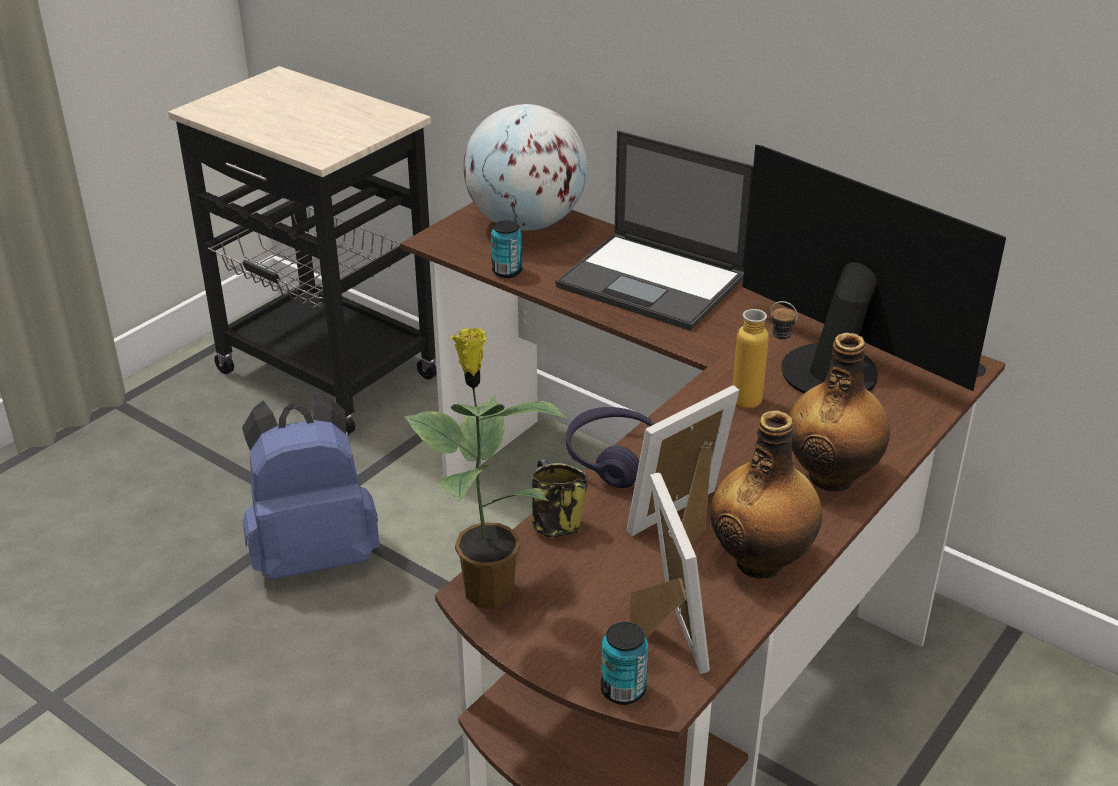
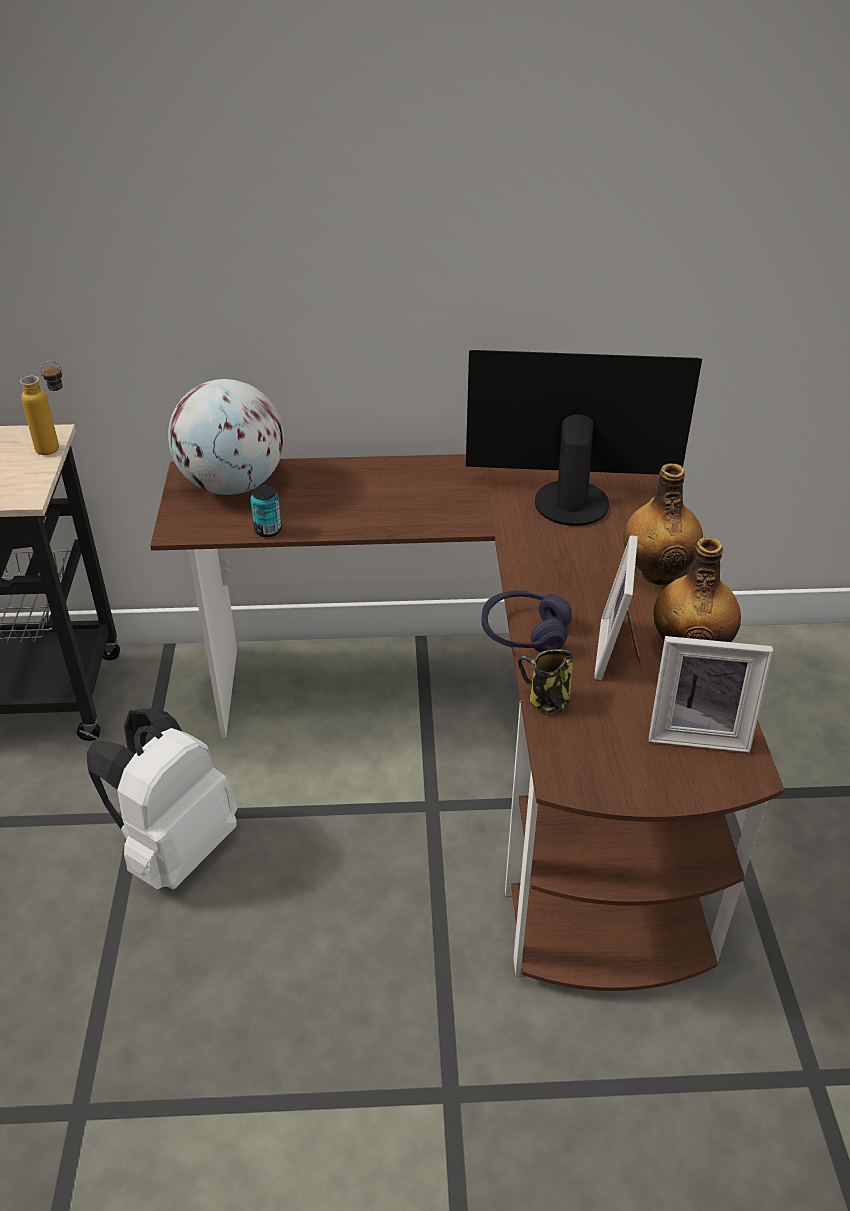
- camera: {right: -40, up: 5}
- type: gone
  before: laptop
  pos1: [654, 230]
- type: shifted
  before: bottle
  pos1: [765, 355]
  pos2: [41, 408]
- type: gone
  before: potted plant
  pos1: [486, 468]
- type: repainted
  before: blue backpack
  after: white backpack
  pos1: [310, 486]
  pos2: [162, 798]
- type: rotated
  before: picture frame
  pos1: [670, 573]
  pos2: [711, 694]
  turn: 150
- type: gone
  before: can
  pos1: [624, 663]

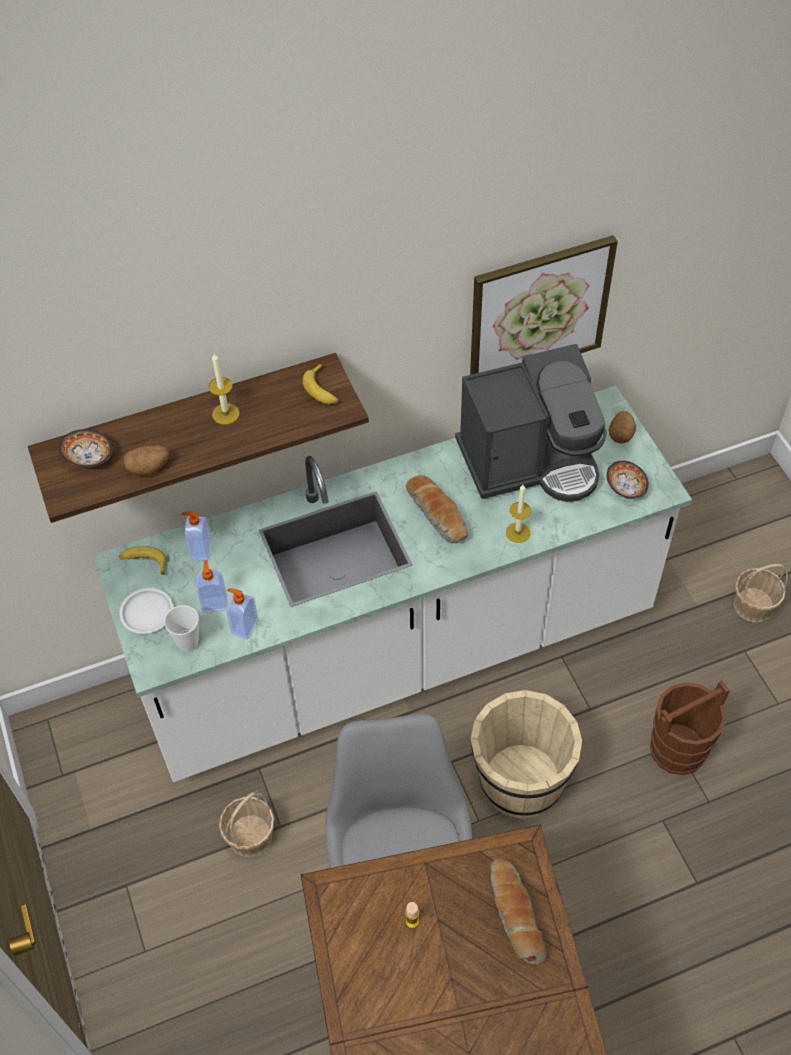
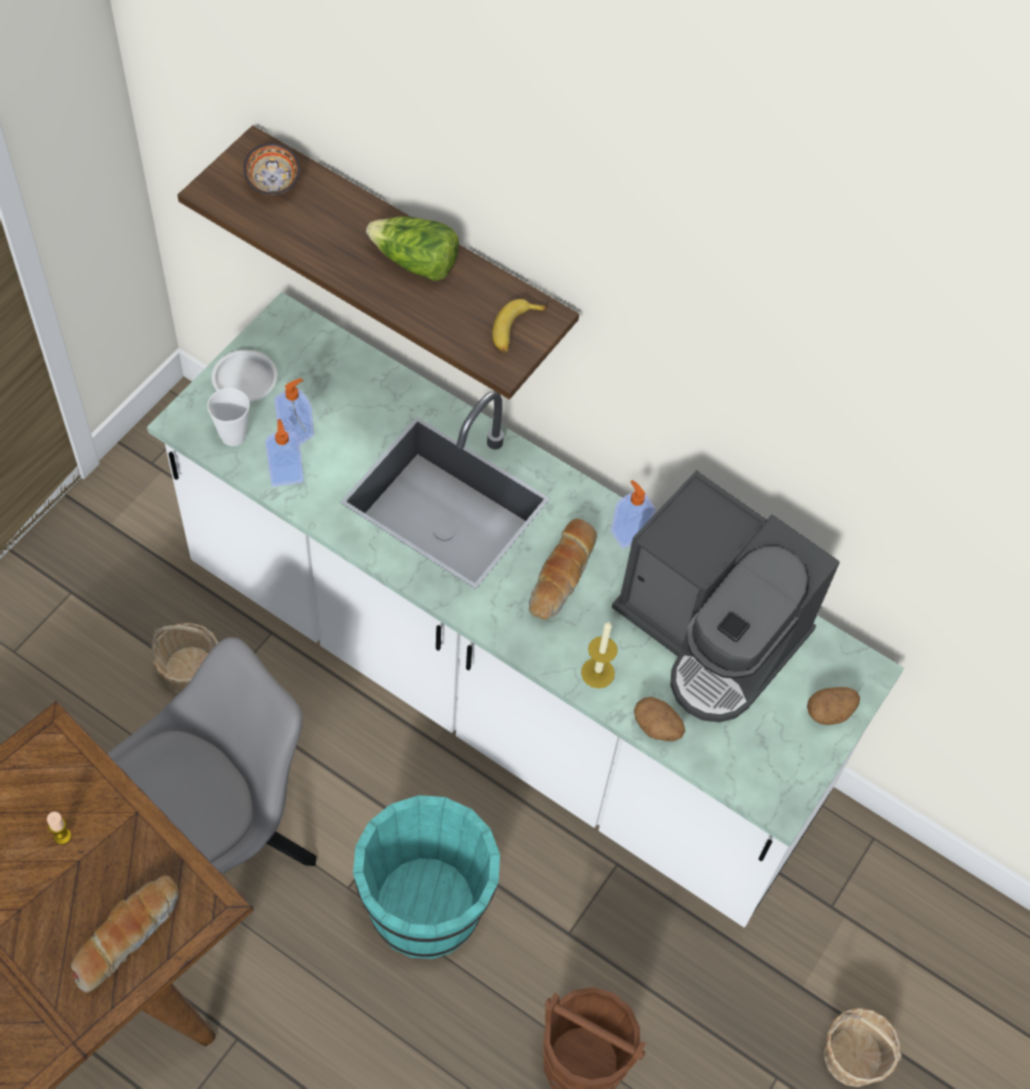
- camera: {right: 50, up: 5}
- type: gone
  before: picture
  pos1: [544, 305]
- type: swapped
  before: candle
  after: lettuce
  pos1: [224, 389]
  pos2: [412, 248]
- type: shifted
  before: potato
  pos1: [146, 460]
  pos2: [659, 719]
- type: gone
  before: bowl
  pos1: [628, 480]
- type: shifted
  before: soap dispenser
  pos1: [197, 536]
  pos2: [633, 514]
- type: gone
  before: banana
  pos1: [143, 560]
- type: repainted
  before: beige bucket
  after: turquoise bucket
  pos1: [526, 754]
  pos2: [426, 877]

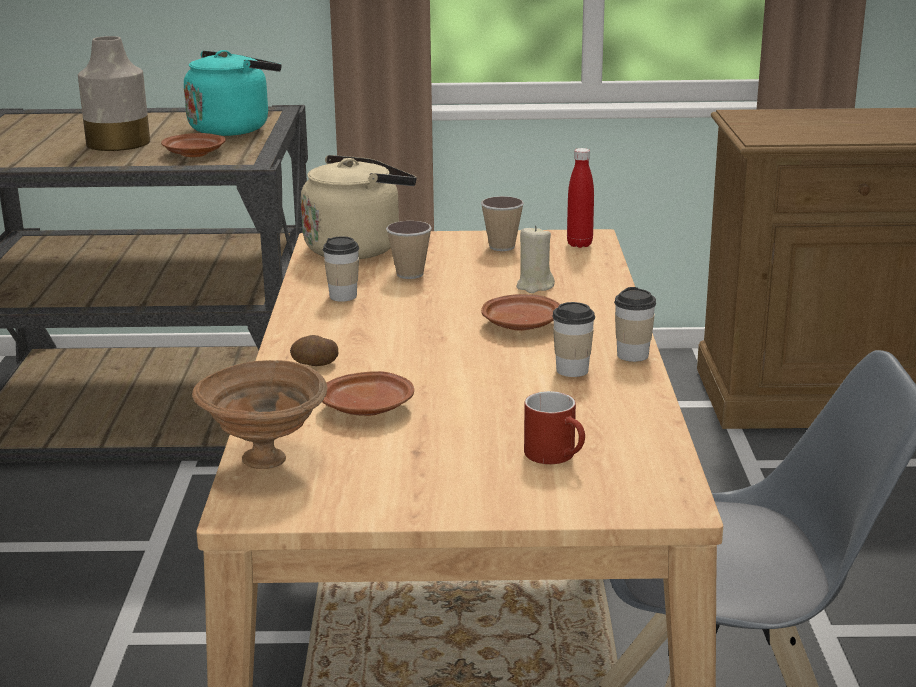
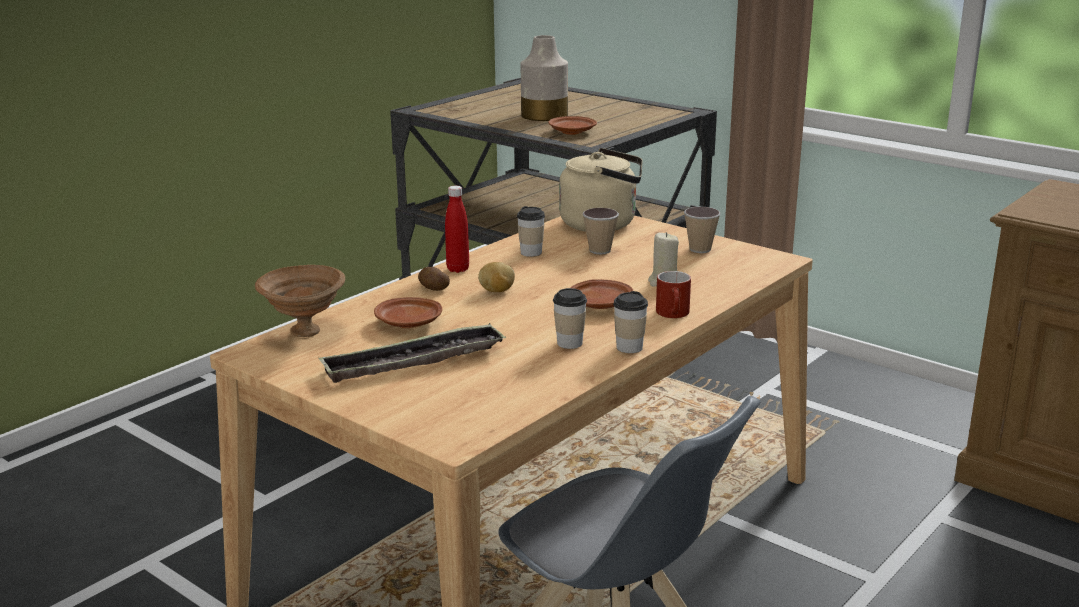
- camera: {right: 40, up: 0}
- type: gone
  before: turquoise kettle
  pos1: [232, 93]
- type: shifted
  before: red bottle
  pos1: [580, 198]
  pos2: [457, 229]
- type: shifted
  before: red mug
  pos1: [554, 427]
  pos2: [673, 294]
- type: new
  after: potato
  pos2: [496, 277]
- type: new
  after: tray
  pos2: [412, 353]

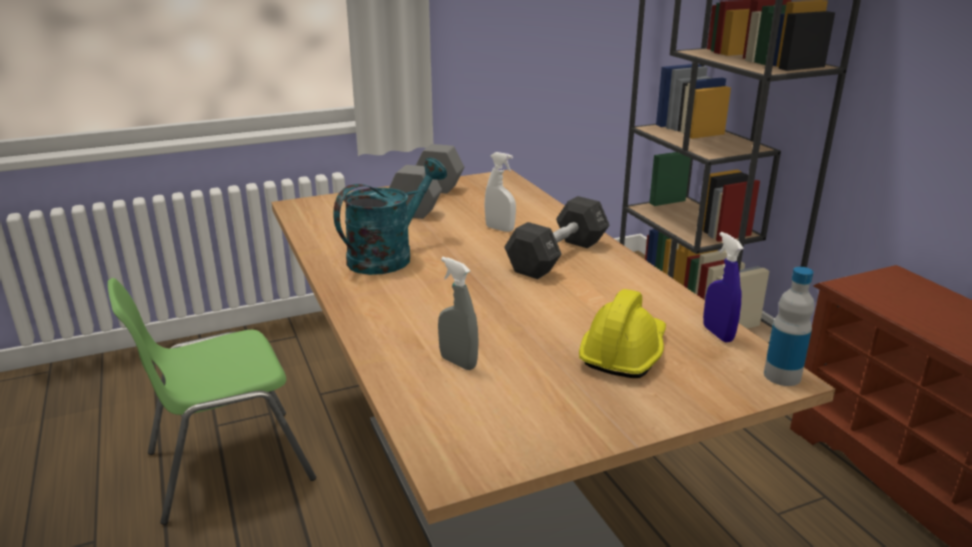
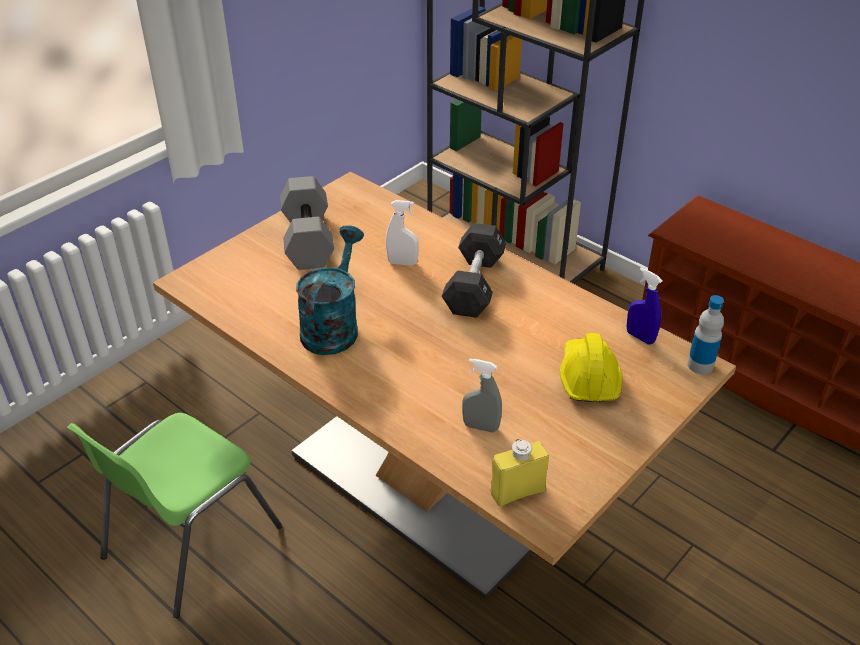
- camera: {right: -25, up: 15}
- type: new
  after: yellow bottle
  pos2: [520, 472]

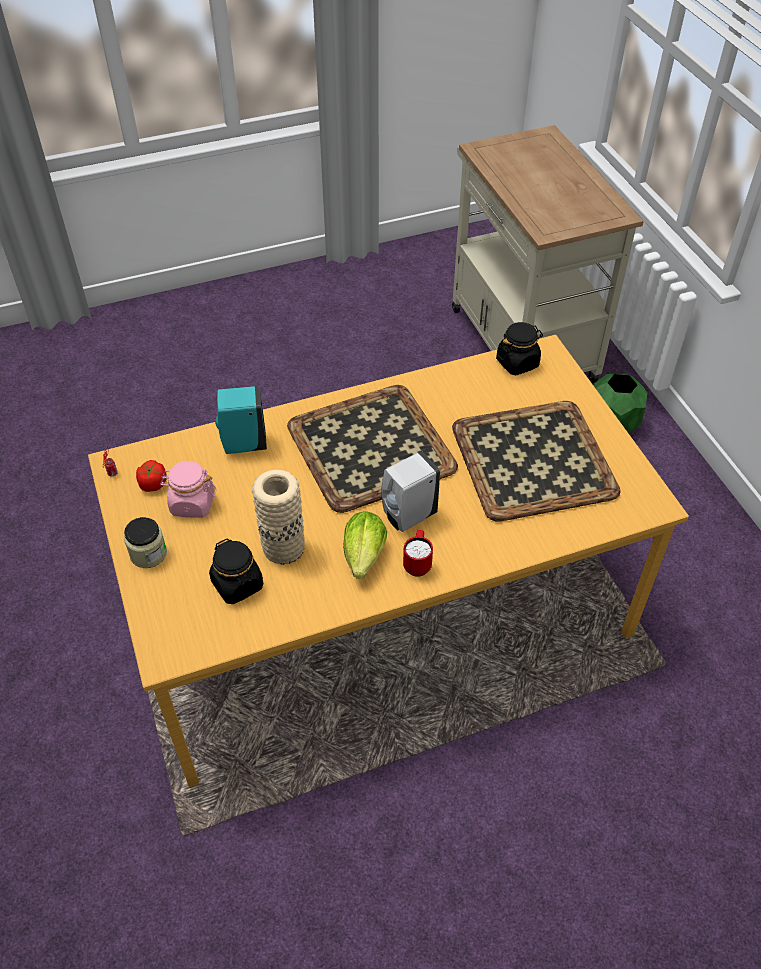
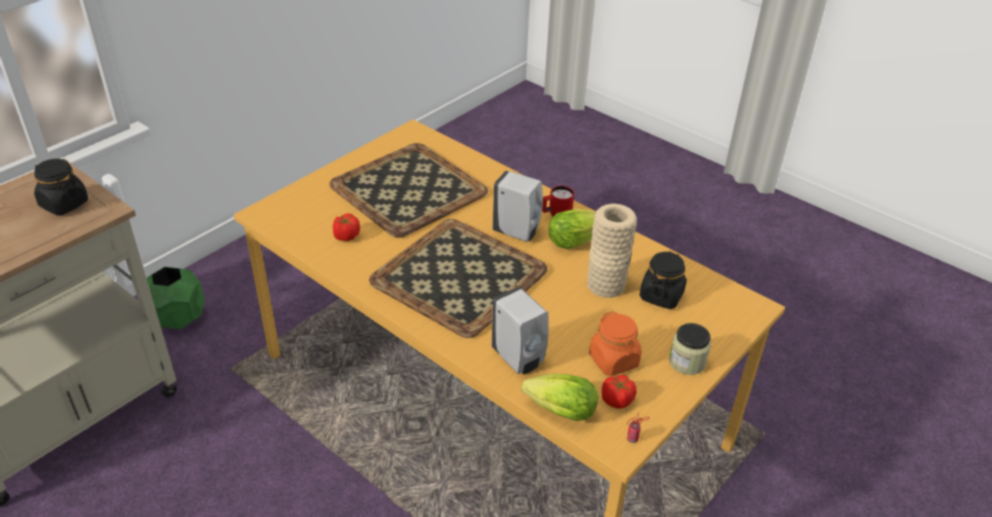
- camera: {right: -120, up: -10}
- type: shifted
  before: black jar
  pos1: [519, 348]
  pos2: [61, 187]
- type: repainted
  before: turquoise soap dispenser
  after: white soap dispenser
  pos1: [241, 420]
  pos2: [520, 330]
- type: repainted
  before: pink jar
  after: orange jar
  pos1: [188, 489]
  pos2: [615, 343]
- type: new
  after: tomato
  pos2: [346, 227]
- type: new
  after: lettuce
  pos2: [560, 397]

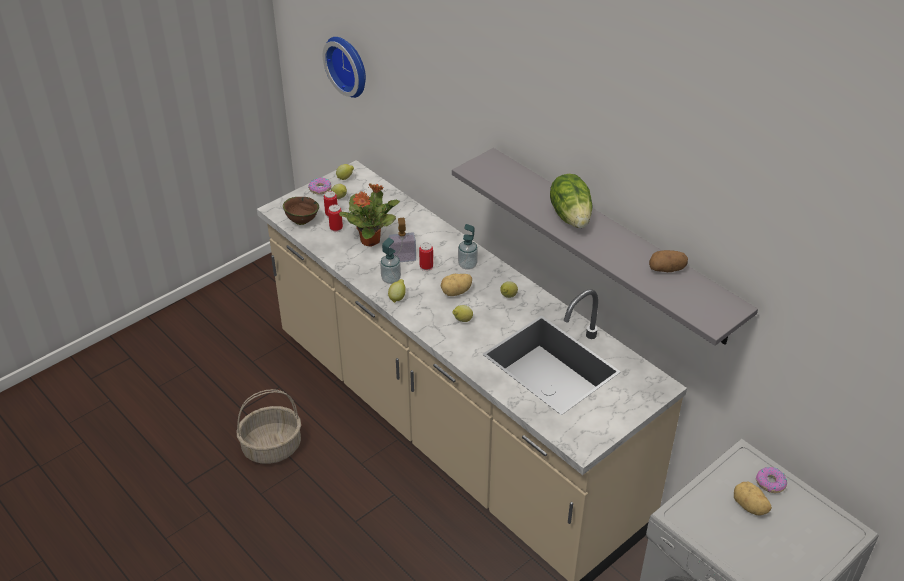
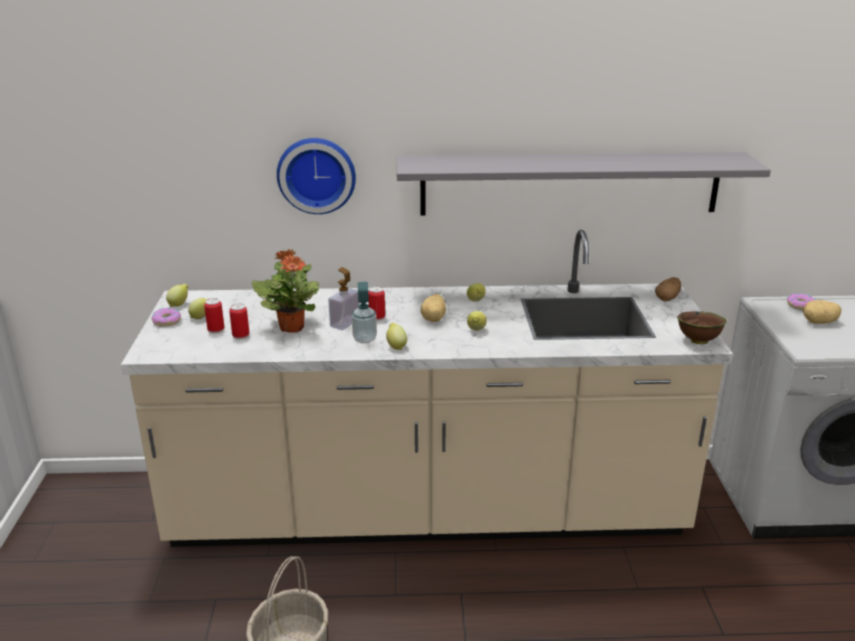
- camera: {right: -50, up: -15}
- type: shifted
  before: wall clock
  pos1: [344, 67]
  pos2: [316, 176]
- type: gone
  before: lettuce
  pos1: [571, 201]
- type: shifted
  before: brown bowl
  pos1: [301, 211]
  pos2: [702, 327]
- type: gone
  before: soap dispenser
  pos1: [468, 247]
- type: shifted
  before: potato
  pos1: [668, 261]
  pos2: [668, 289]

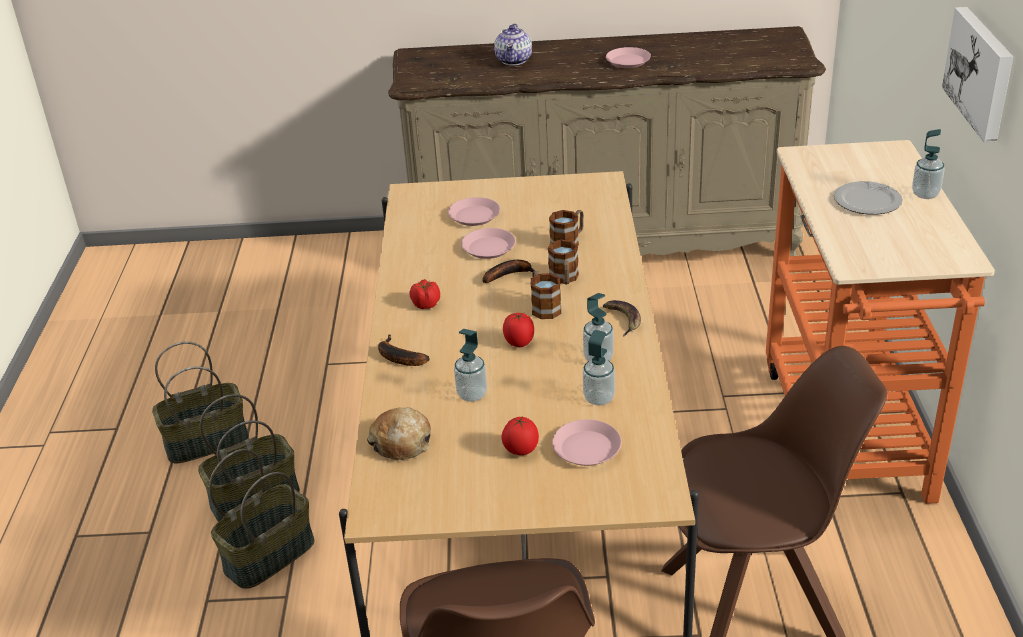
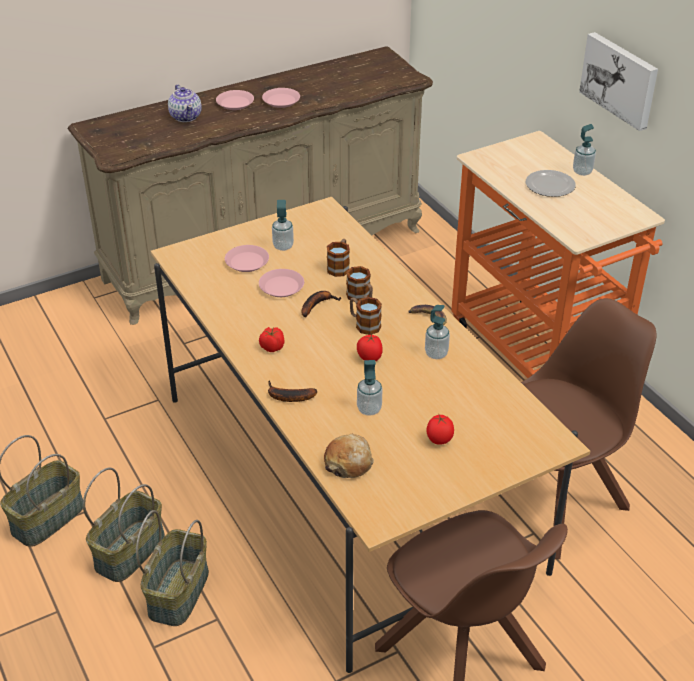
- camera: {right: -30, up: 5}
- type: shifted
  before: soap dispenser
  pos1: [599, 368]
  pos2: [283, 225]
- type: shifted
  before: pink plate
  pos1: [586, 442]
  pos2: [235, 100]

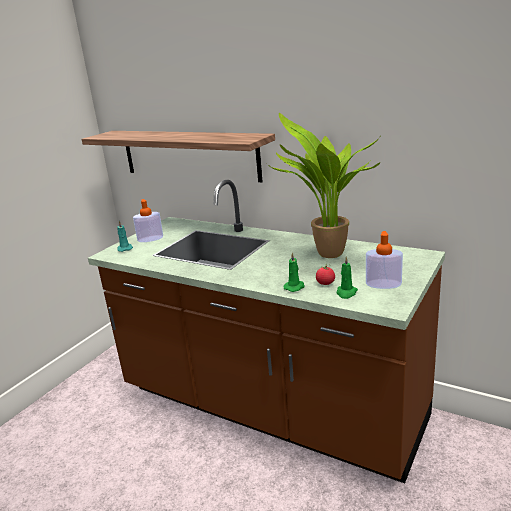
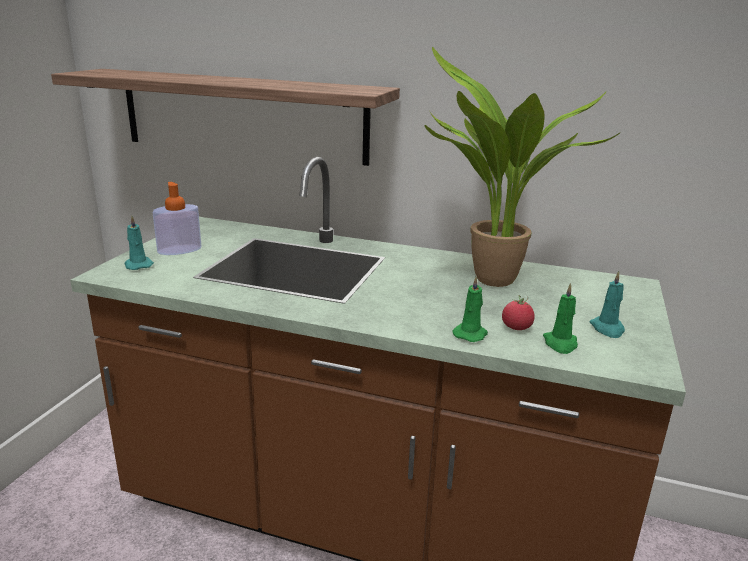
- camera: {right: -15, up: 0}
- type: swapped
  before: soap dispenser
  after: turquoise candle
  pos1: [384, 260]
  pos2: [607, 304]

